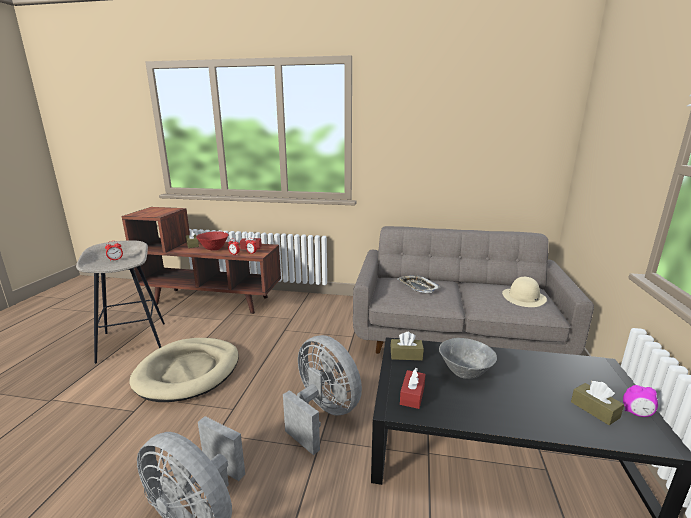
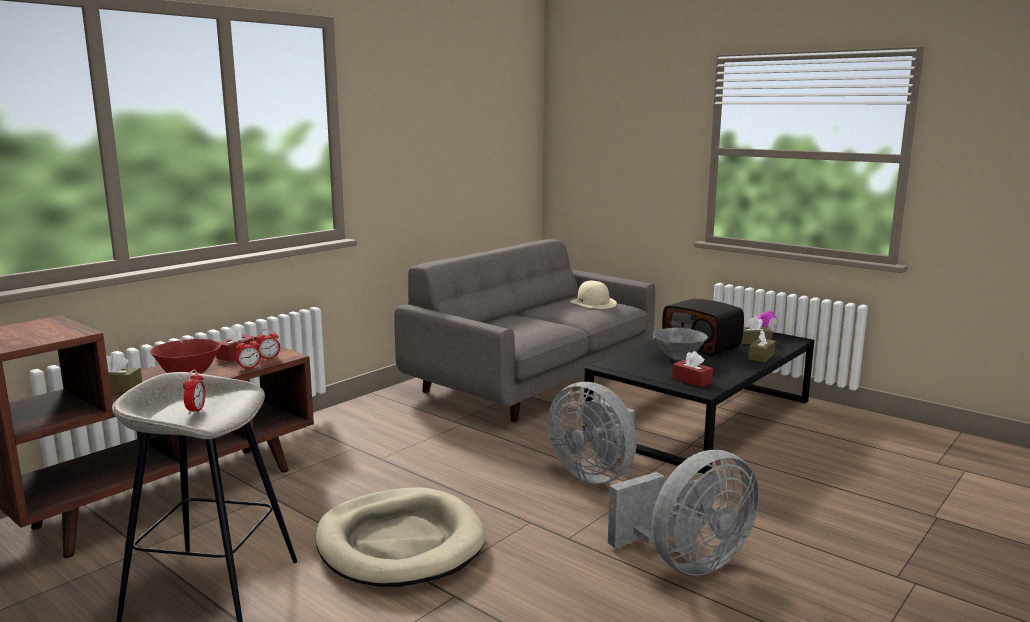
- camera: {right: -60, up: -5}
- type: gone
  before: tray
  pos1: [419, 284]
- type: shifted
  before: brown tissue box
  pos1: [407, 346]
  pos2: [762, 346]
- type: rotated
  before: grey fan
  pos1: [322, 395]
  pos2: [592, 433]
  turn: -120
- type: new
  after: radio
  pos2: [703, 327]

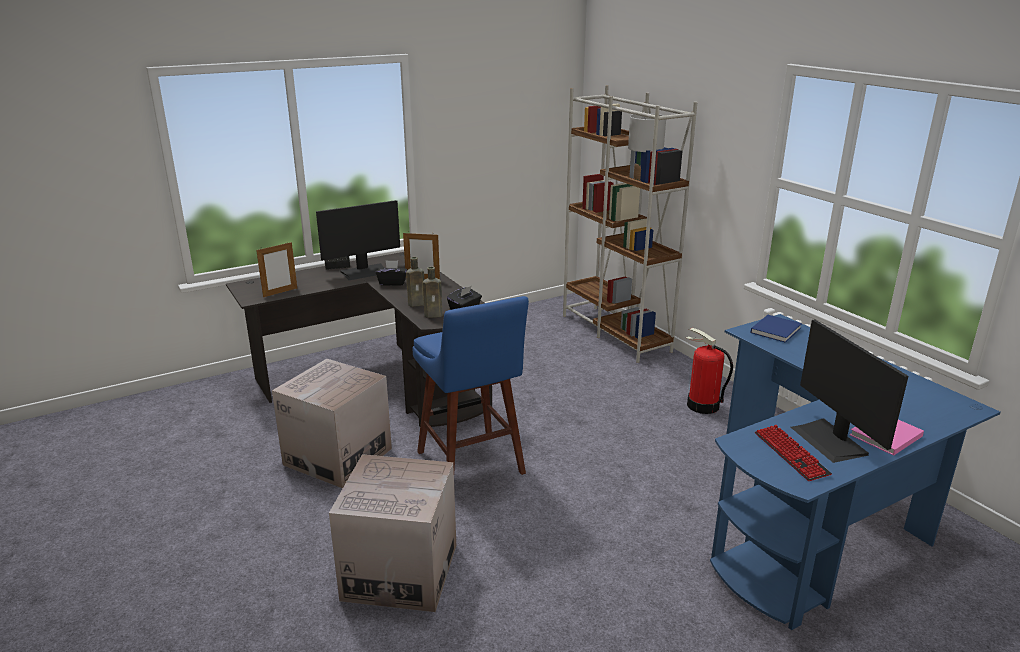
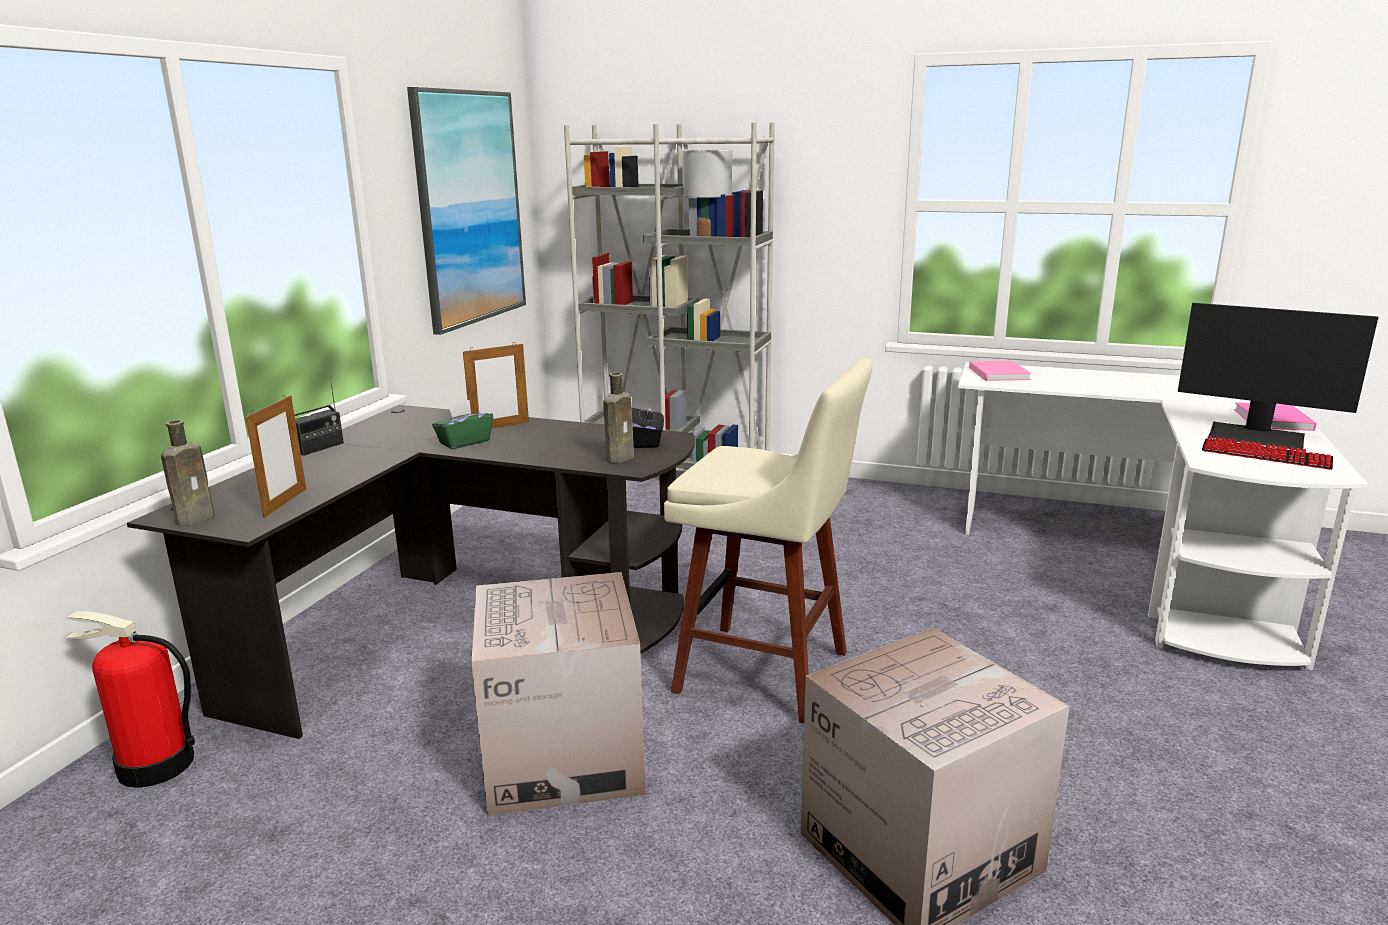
- camera: {right: -40, up: -5}
- type: repainted
  before: brown bookcase
  after: grey bookcase
  pos1: [630, 224]
  pos2: [669, 297]
- type: gone
  before: monitor
  pos1: [358, 240]
- type: shifted
  before: brown bottle
  pos1: [415, 282]
  pos2: [188, 473]
- type: repainted
  before: black tissue box
  after: green tissue box
  pos1: [391, 273]
  pos2: [462, 424]
- type: repainted
  before: blue stool
  after: beige stool
  pos1: [470, 385]
  pos2: [768, 541]
- type: repainted
  before: blue desk
  after: white desk
  pos1: [855, 472]
  pos2: [1163, 516]
- type: repainted
  before: blue book
  after: pink book
  pos1: [776, 329]
  pos2: [1000, 371]
- type: shifted
  before: fire extinguisher
  pos1: [709, 371]
  pos2: [130, 699]
- type: new
  after: picture
  pos2: [466, 211]

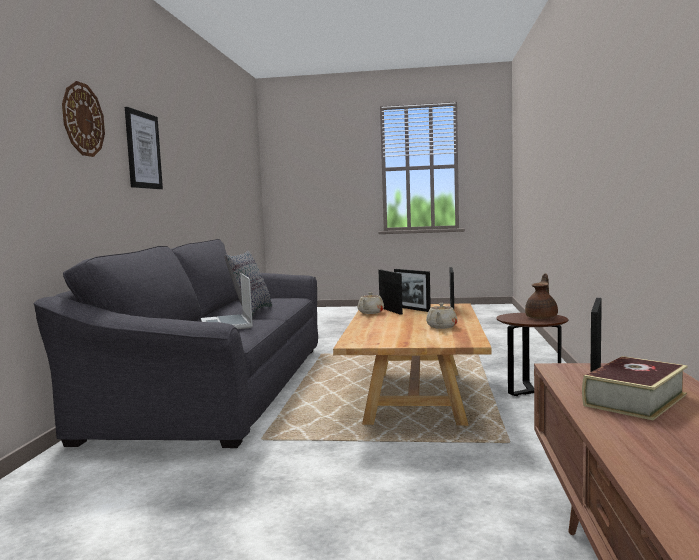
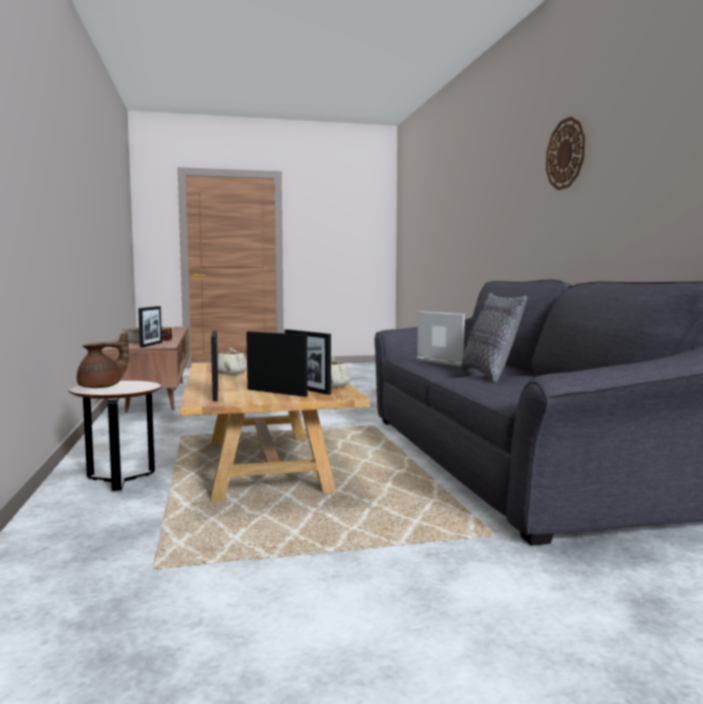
- camera: {right: 160, up: 0}
- type: gone
  before: picture
  pos1: [144, 148]
- type: rotated
  before: brown teapot
  pos1: [541, 296]
  pos2: [103, 360]
  turn: -135

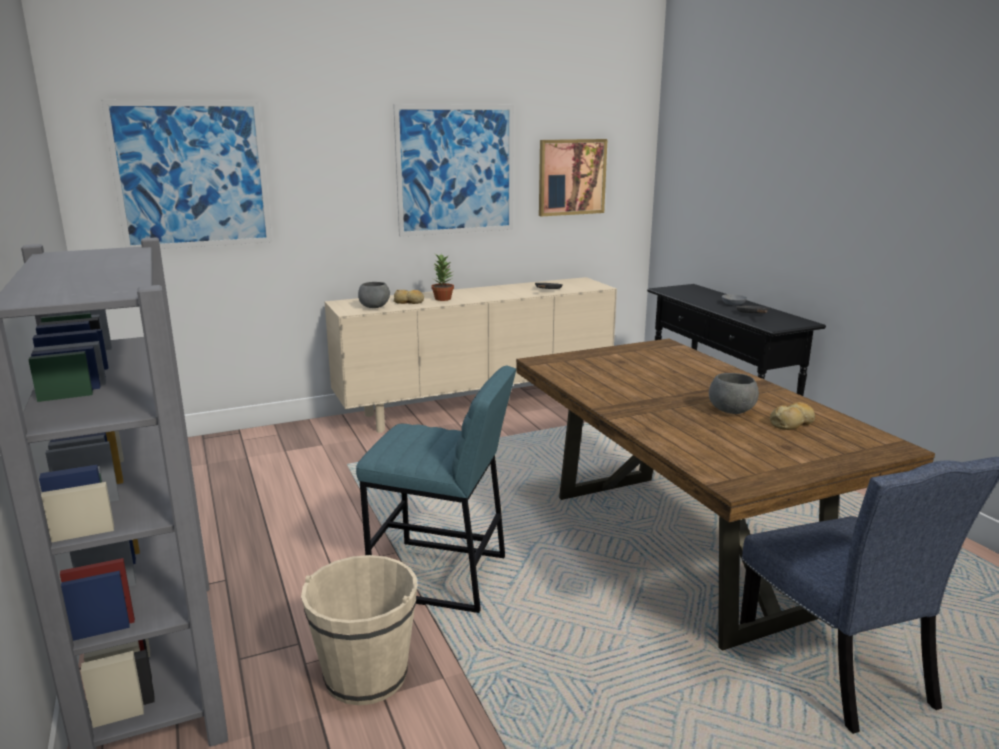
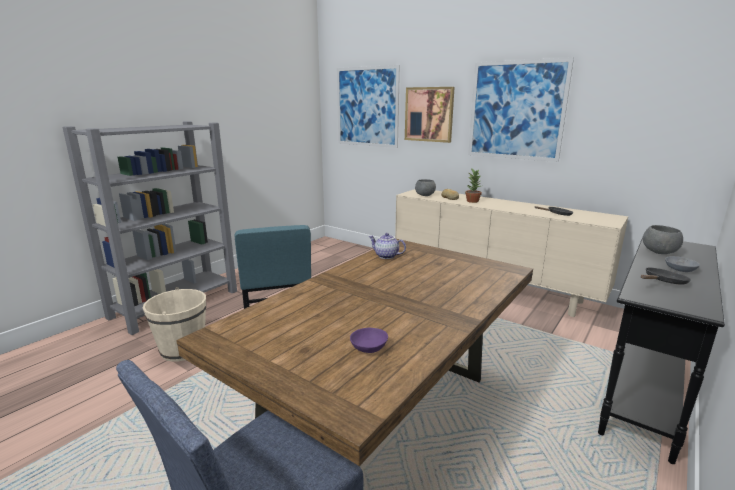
- camera: {right: 60, up: 0}
- type: shifted
  before: picture
  pos1: [573, 177]
  pos2: [430, 115]
- type: shifted
  before: grey bowl
  pos1: [734, 393]
  pos2: [663, 239]
- type: swapped
  before: bread
  after: purple bowl
  pos1: [792, 416]
  pos2: [369, 340]
- type: new
  after: teapot
  pos2: [387, 246]

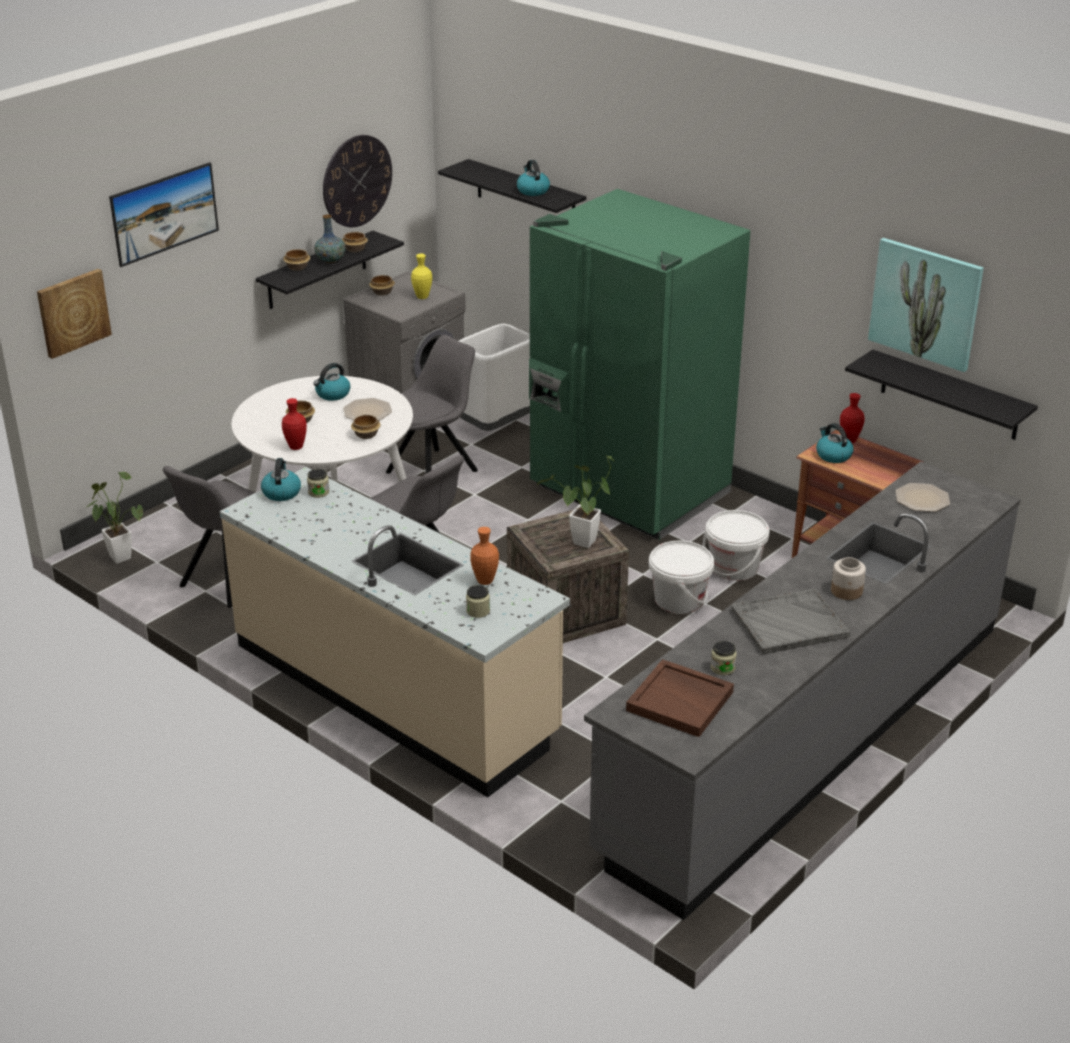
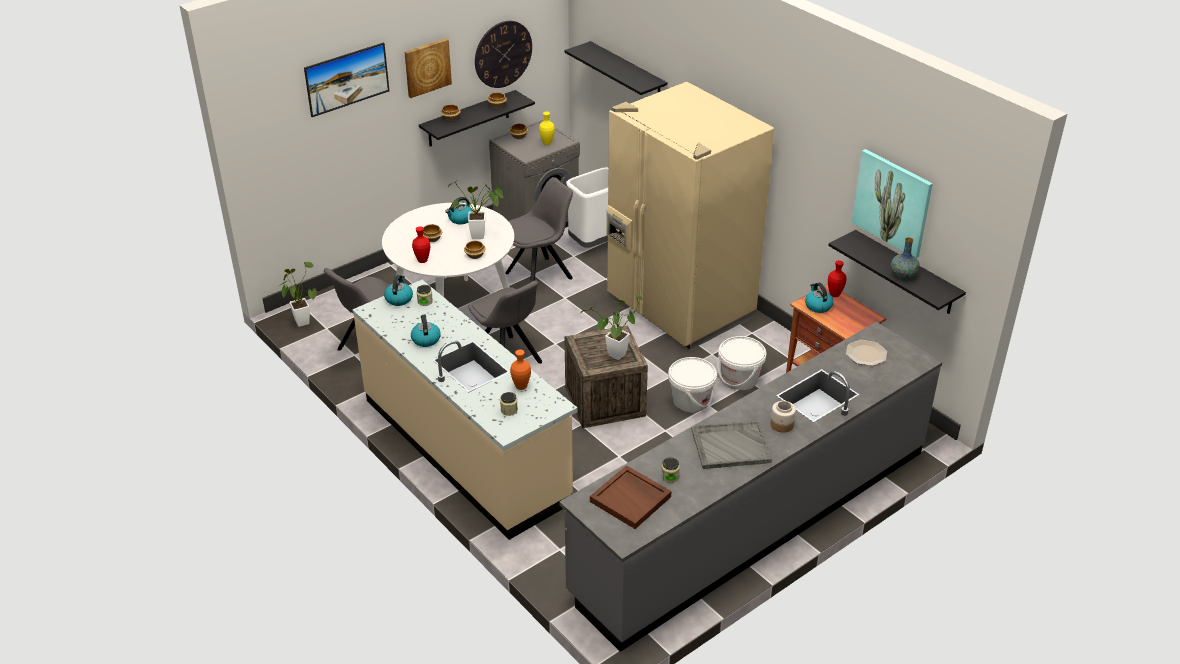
- camera: {right: 10, up: 5}
- type: shifted
  before: kettle
  pos1: [533, 178]
  pos2: [426, 331]
- type: repainted
  before: green fridge
  after: beige fridge
  pos1: [639, 364]
  pos2: [690, 216]
- type: shifted
  before: vase
  pos1: [330, 238]
  pos2: [905, 258]
- type: shifted
  before: picture
  pos1: [74, 314]
  pos2: [428, 68]
- type: swapped
  before: plate
  after: potted plant
  pos1: [367, 409]
  pos2: [476, 209]

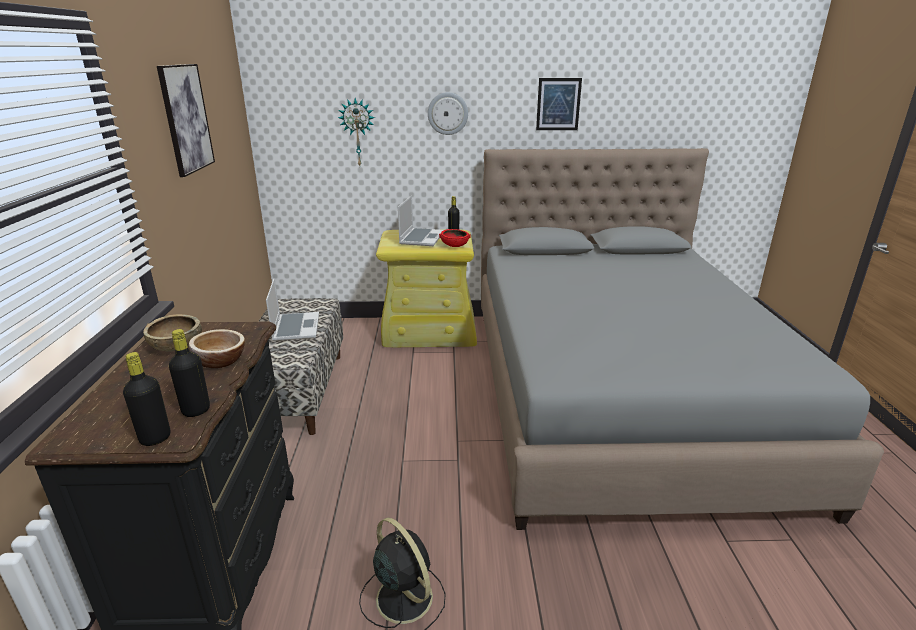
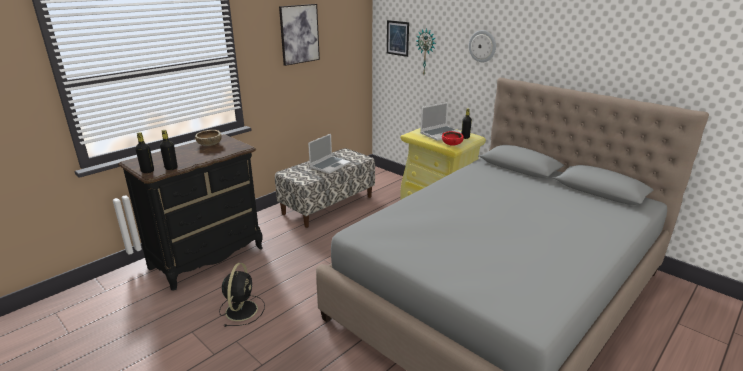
- camera: {right: 45, up: 0}
- type: shifted
  before: picture
  pos1: [559, 104]
  pos2: [398, 38]
- type: gone
  before: bowl
  pos1: [217, 348]

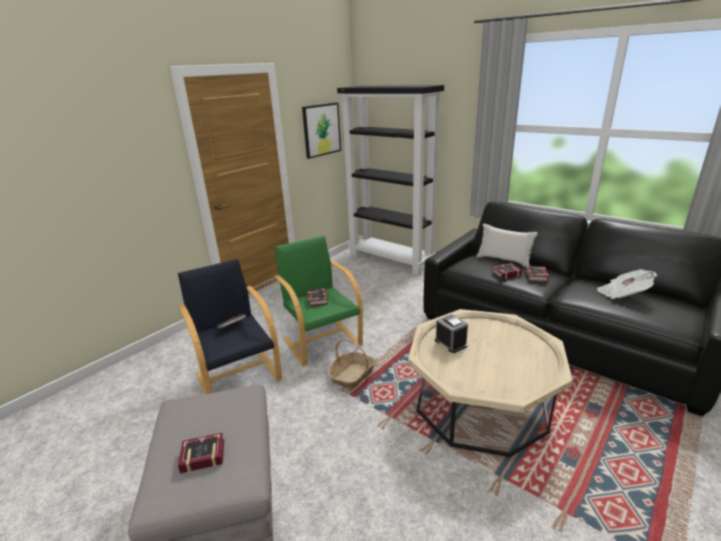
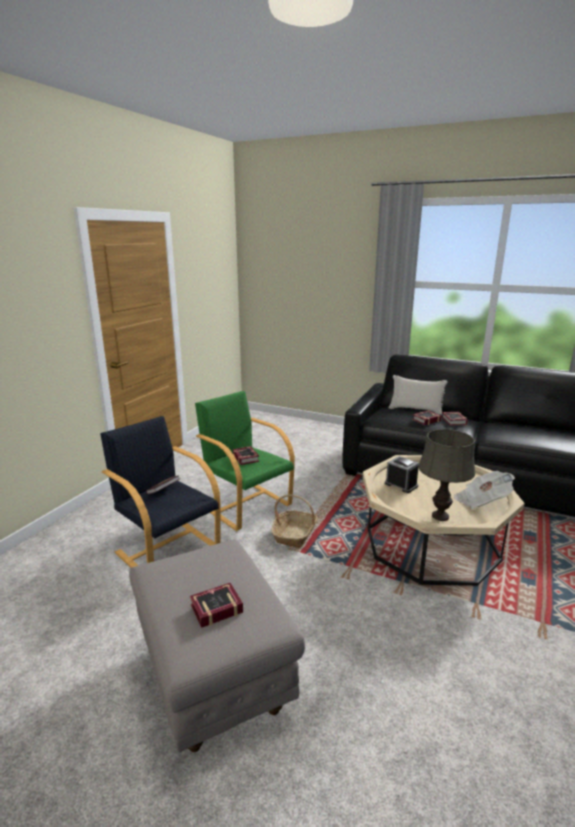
- camera: {right: -15, up: -5}
- type: gone
  before: black bookcase
  pos1: [390, 180]
- type: gone
  before: picture
  pos1: [321, 130]
- type: shifted
  before: newspaper
  pos1: [627, 284]
  pos2: [484, 490]
- type: new
  after: grey table lamp
  pos2: [446, 475]

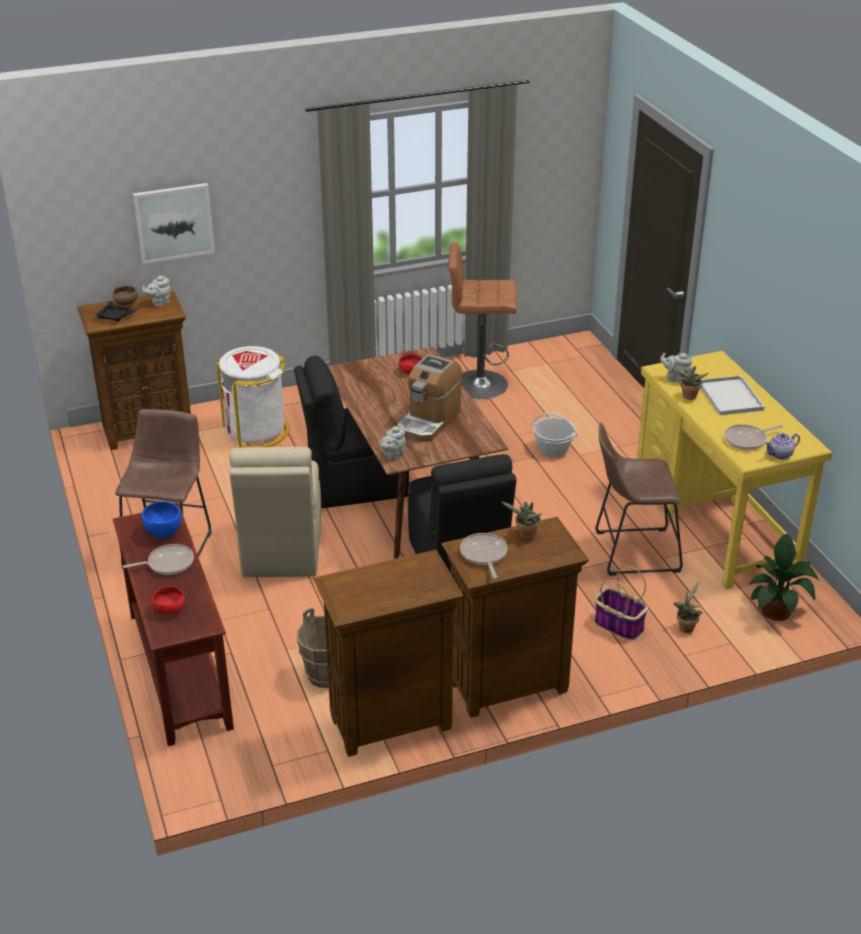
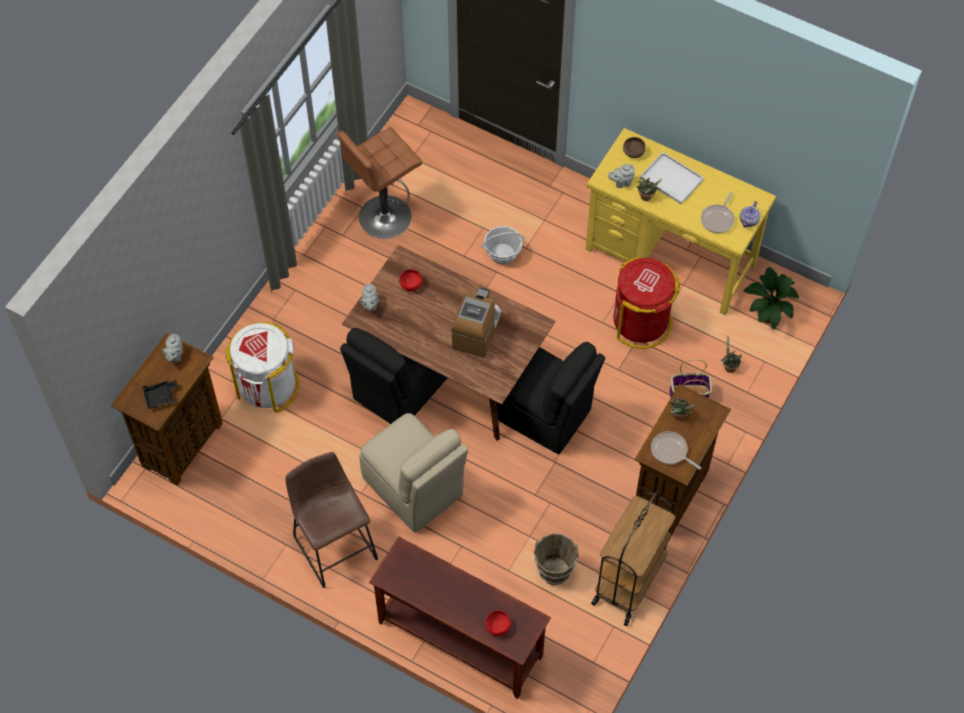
- camera: {right: -40, up: 25}
- type: gone
  before: picture
  pos1: [174, 223]
- type: shifted
  before: brown bowl
  pos1: [125, 295]
  pos2: [634, 147]
- type: rotated
  before: coffee machine
  pos1: [429, 398]
  pos2: [476, 323]
  turn: -150
- type: swapped
  before: brown stool
  after: red trash can
  pos1: [639, 499]
  pos2: [647, 303]
- type: shifted
  before: grey teapot
  pos1: [393, 443]
  pos2: [369, 297]
- type: gone
  before: blue bowl
  pos1: [161, 519]
- type: gone
  before: frying pan
  pos1: [158, 559]
- type: swapped
  before: brown cabinet
  after: brown cart
  pos1: [388, 653]
  pos2: [633, 558]

